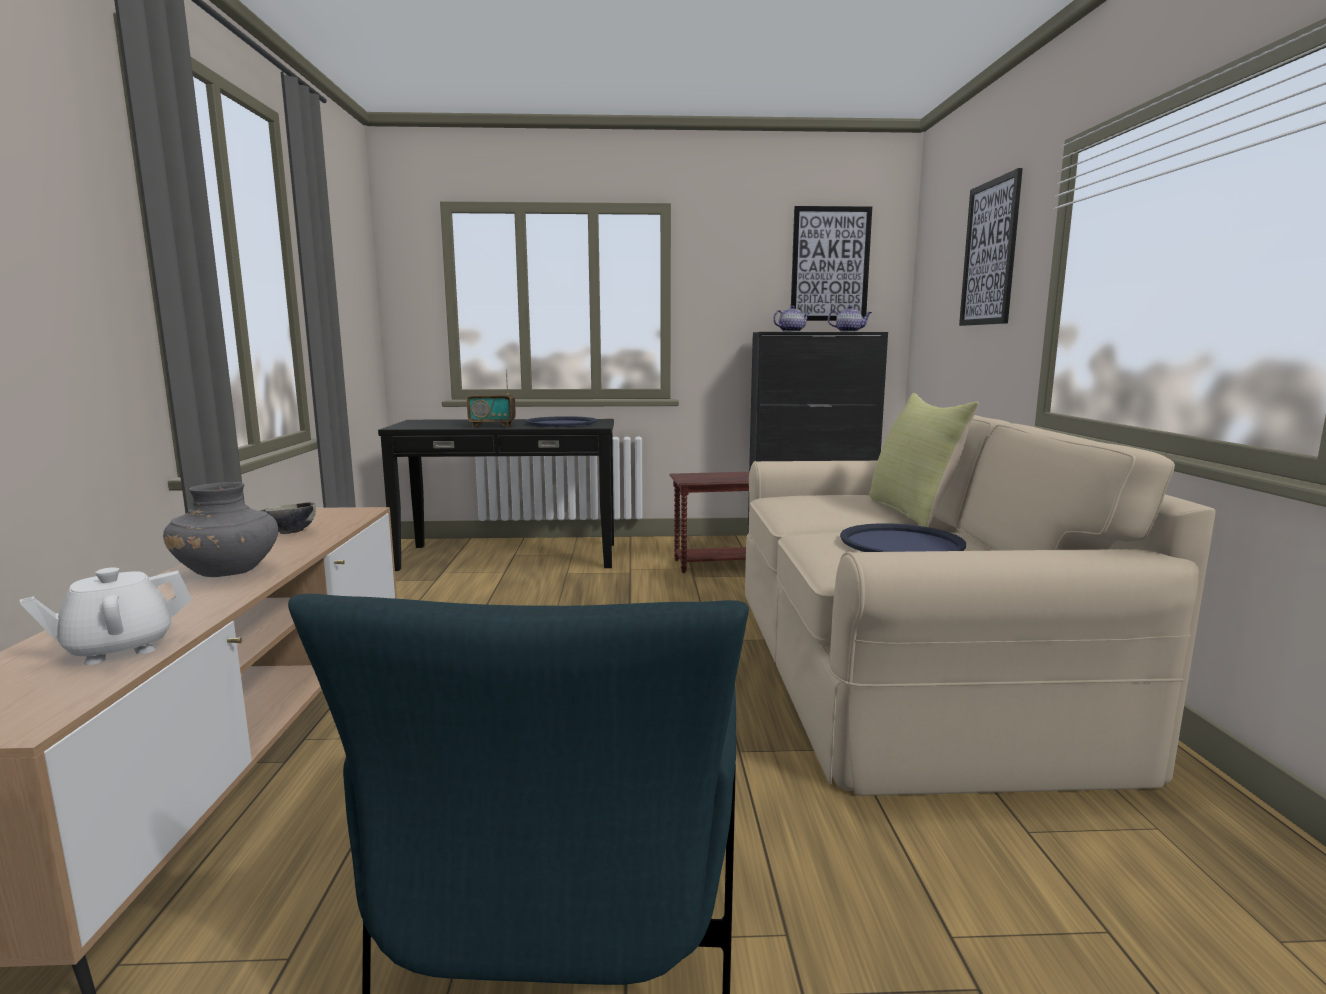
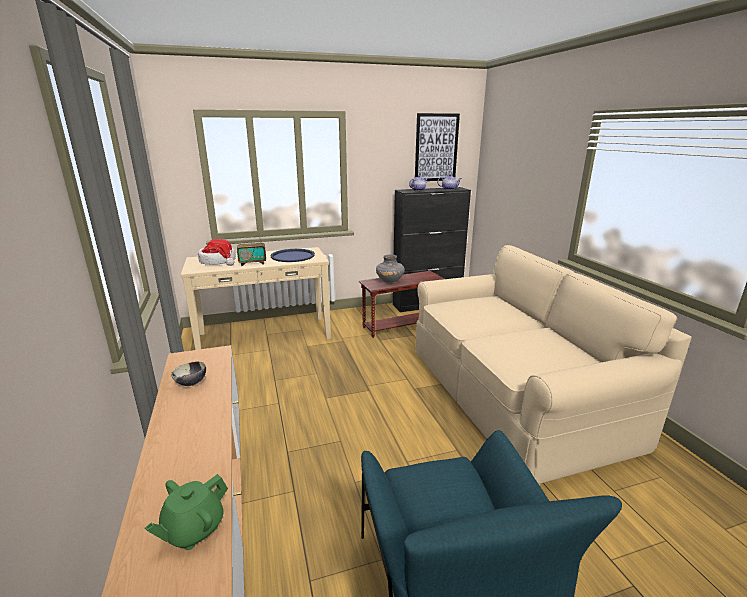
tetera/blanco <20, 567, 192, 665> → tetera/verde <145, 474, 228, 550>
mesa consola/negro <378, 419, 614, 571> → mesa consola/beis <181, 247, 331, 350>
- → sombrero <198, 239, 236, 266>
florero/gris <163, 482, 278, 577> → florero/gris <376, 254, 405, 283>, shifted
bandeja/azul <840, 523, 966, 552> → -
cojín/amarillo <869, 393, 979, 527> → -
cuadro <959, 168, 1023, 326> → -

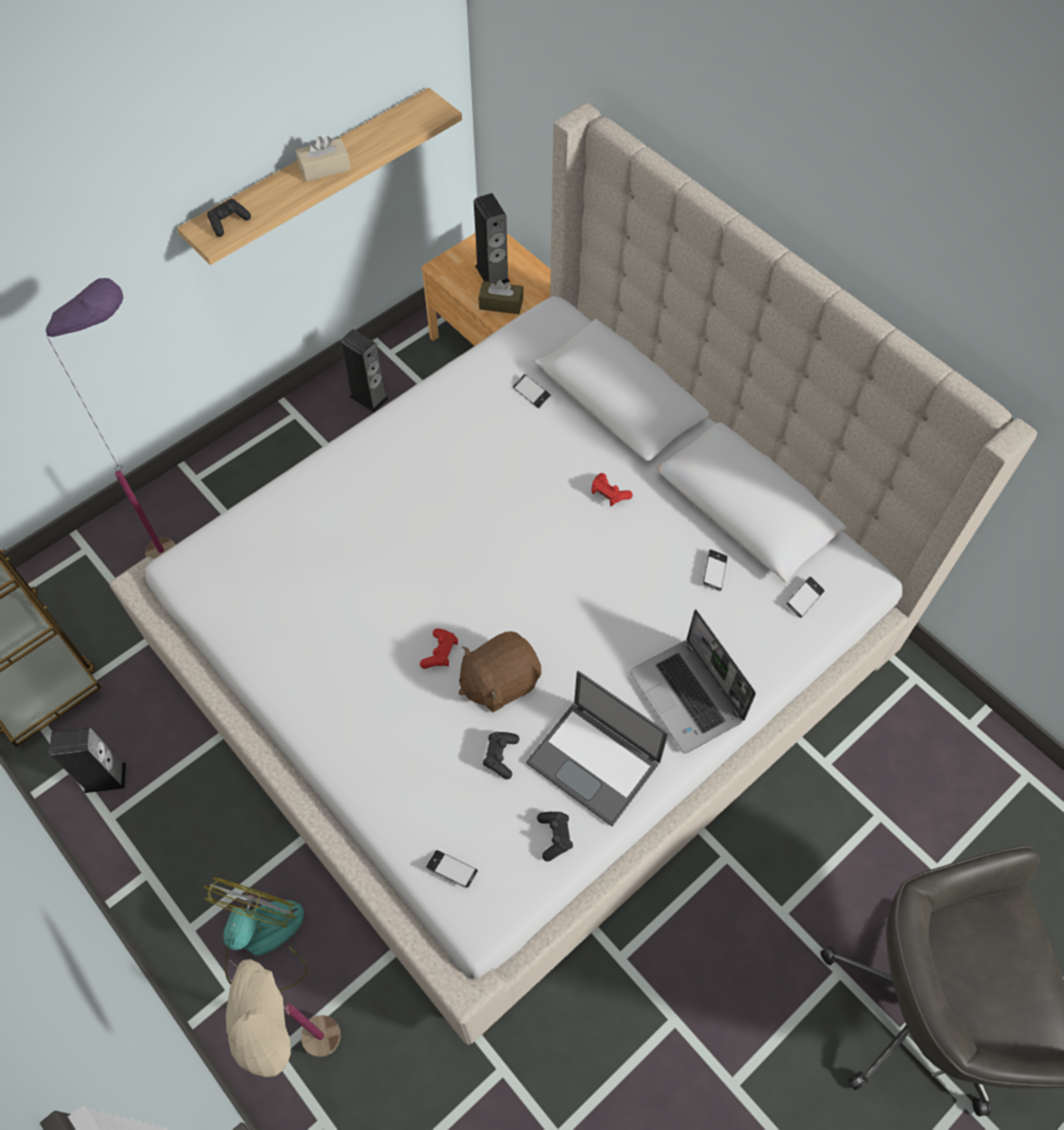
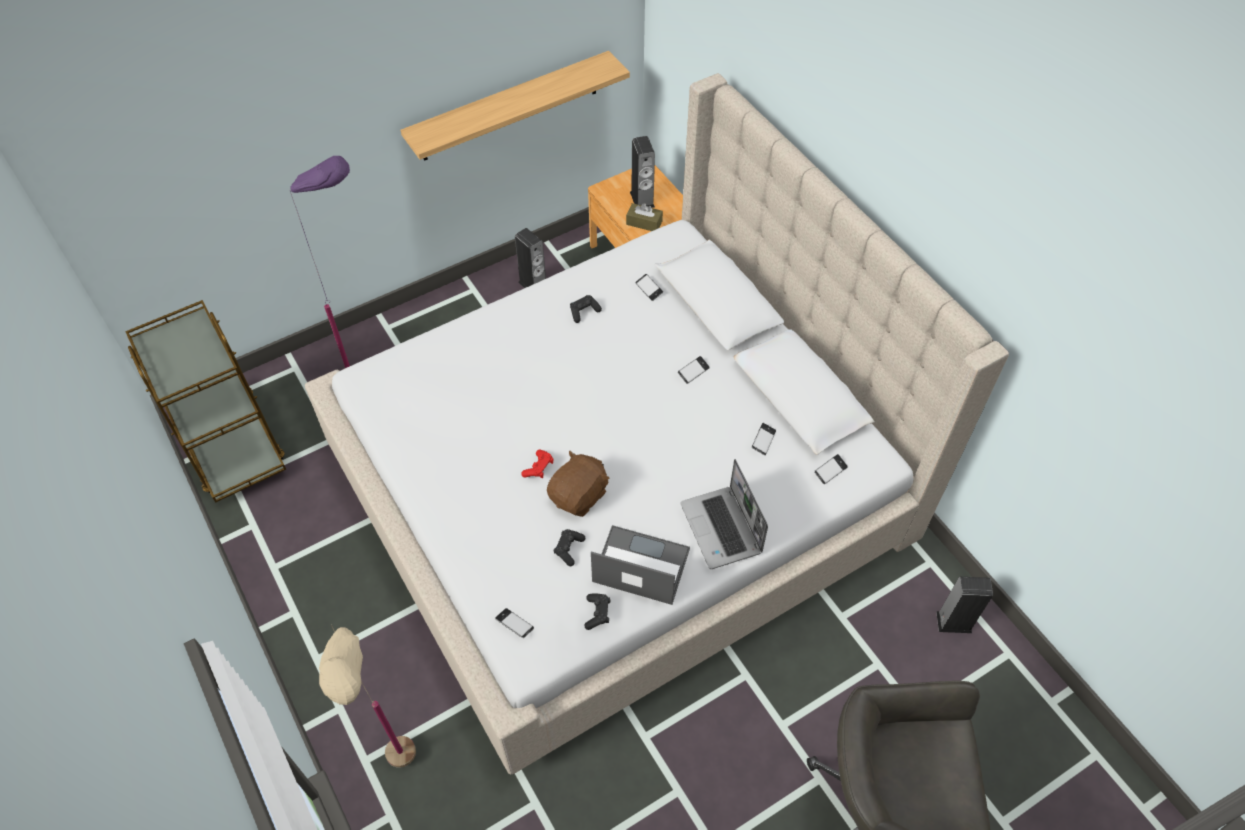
peluche/marrón <459, 631, 541, 712> → peluche/marrón <547, 450, 610, 517>, 150 degrees clockwise
mando de consola/negro <207, 199, 251, 237> → mando de consola/negro <570, 295, 602, 323>, shifted
portátil <526, 671, 668, 827> → portátil <591, 525, 690, 605>, 150 degrees clockwise
mando de consola/rojo <591, 473, 633, 506> → móvil <678, 356, 710, 384>
altavoz <50, 728, 126, 793> → altavoz <936, 577, 993, 633>, shifted
ventilador <203, 877, 308, 991> → -
caja de pañuelos/beis <296, 136, 351, 182> → -

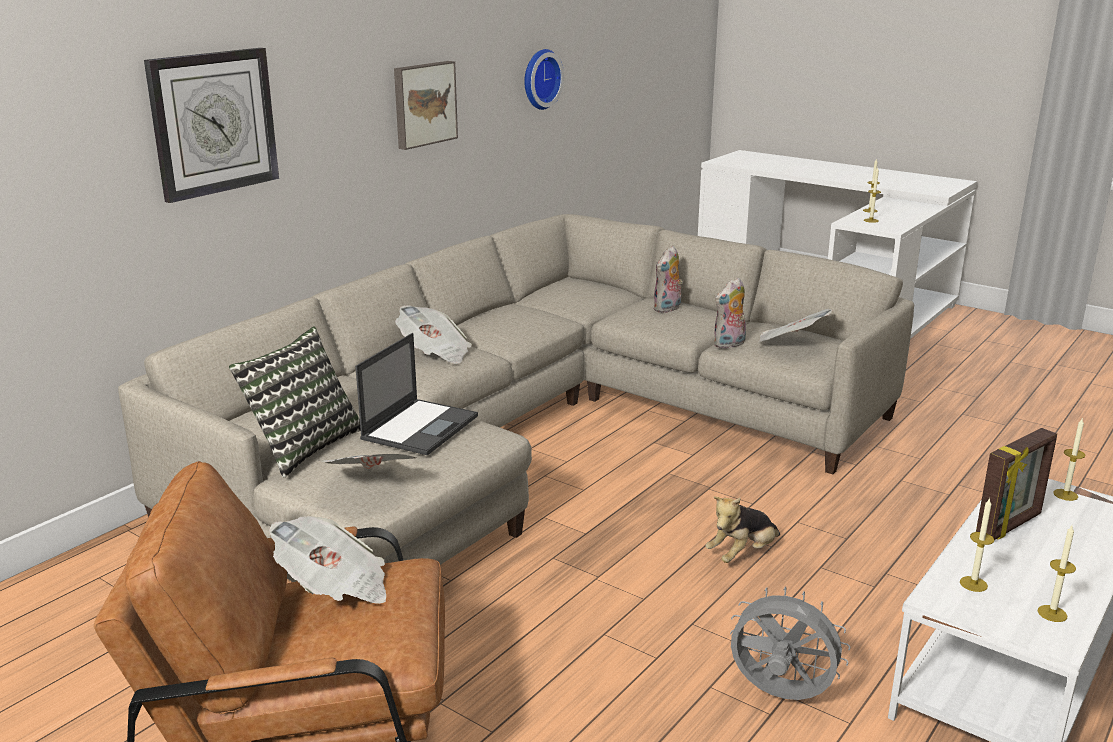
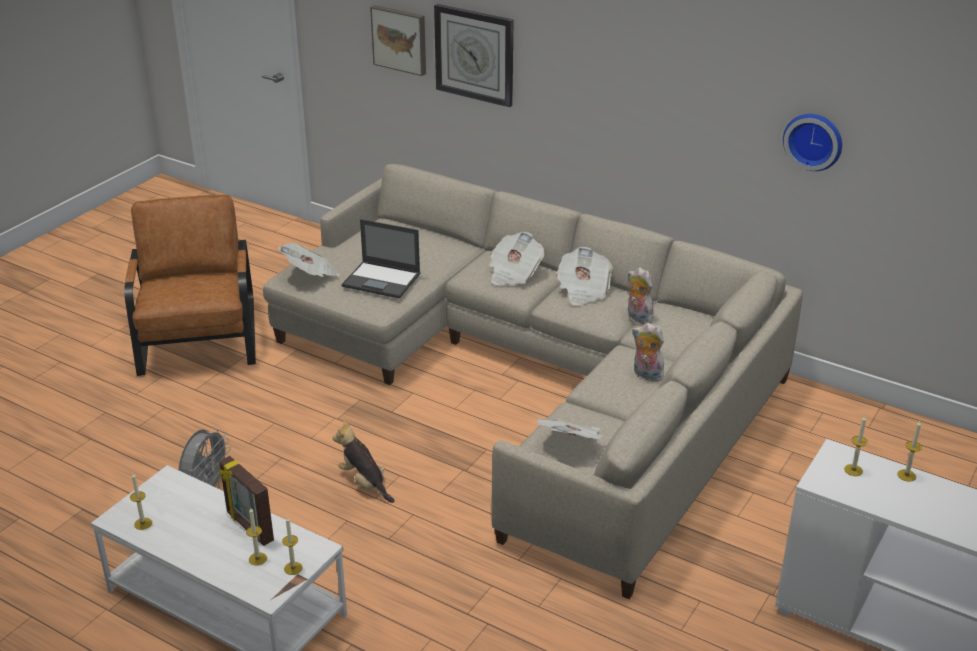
vela <960, 497, 994, 592> → vela <246, 508, 267, 566>, shifted
cuadro <394, 61, 458, 150> → cuadro <370, 5, 426, 76>, shifted
periódico <269, 516, 386, 604> → periódico <556, 247, 613, 306>, shifted
peluche <714, 278, 746, 349> → peluche <627, 268, 656, 324>, shifted
cojín <229, 326, 361, 477> → -

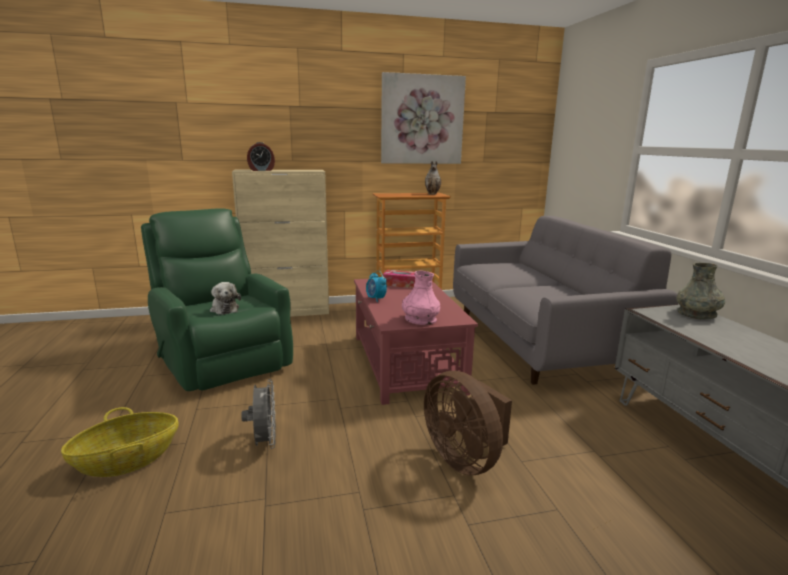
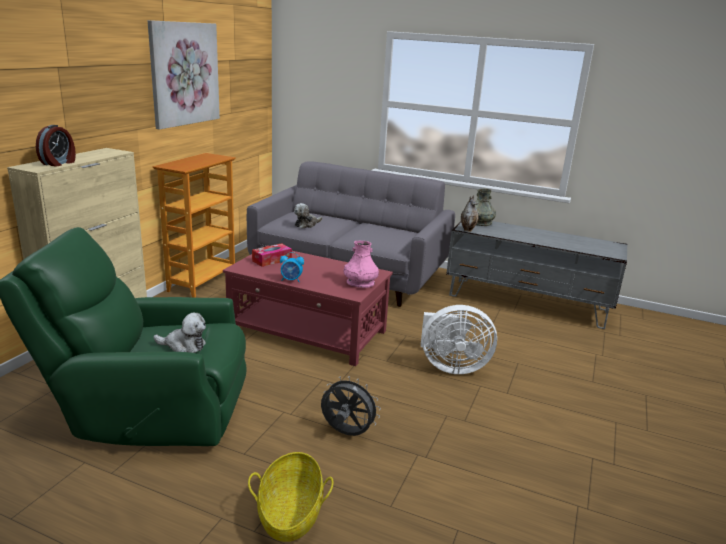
- → peluche <294, 203, 322, 229>
ventilador/marrón <424, 371, 512, 475> → ventilador/blanco <421, 305, 497, 374>
florero <425, 161, 441, 195> → florero <461, 196, 479, 232>, shifted

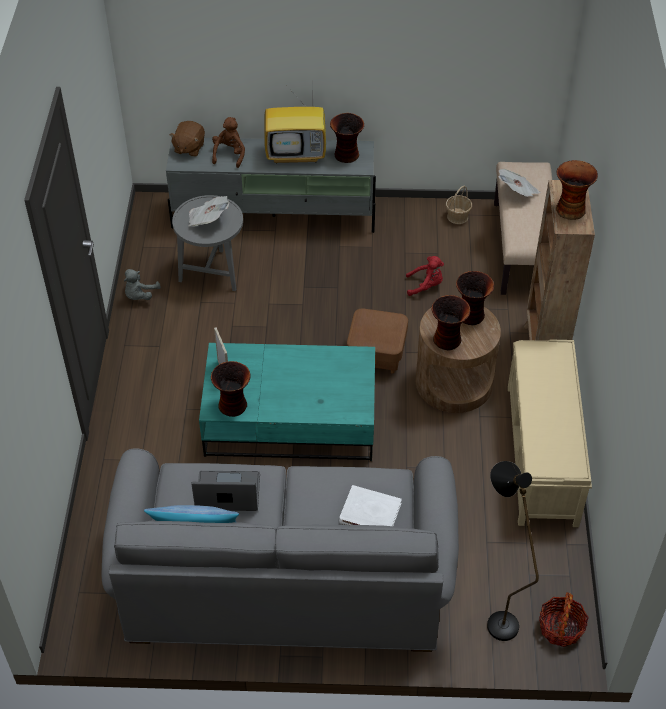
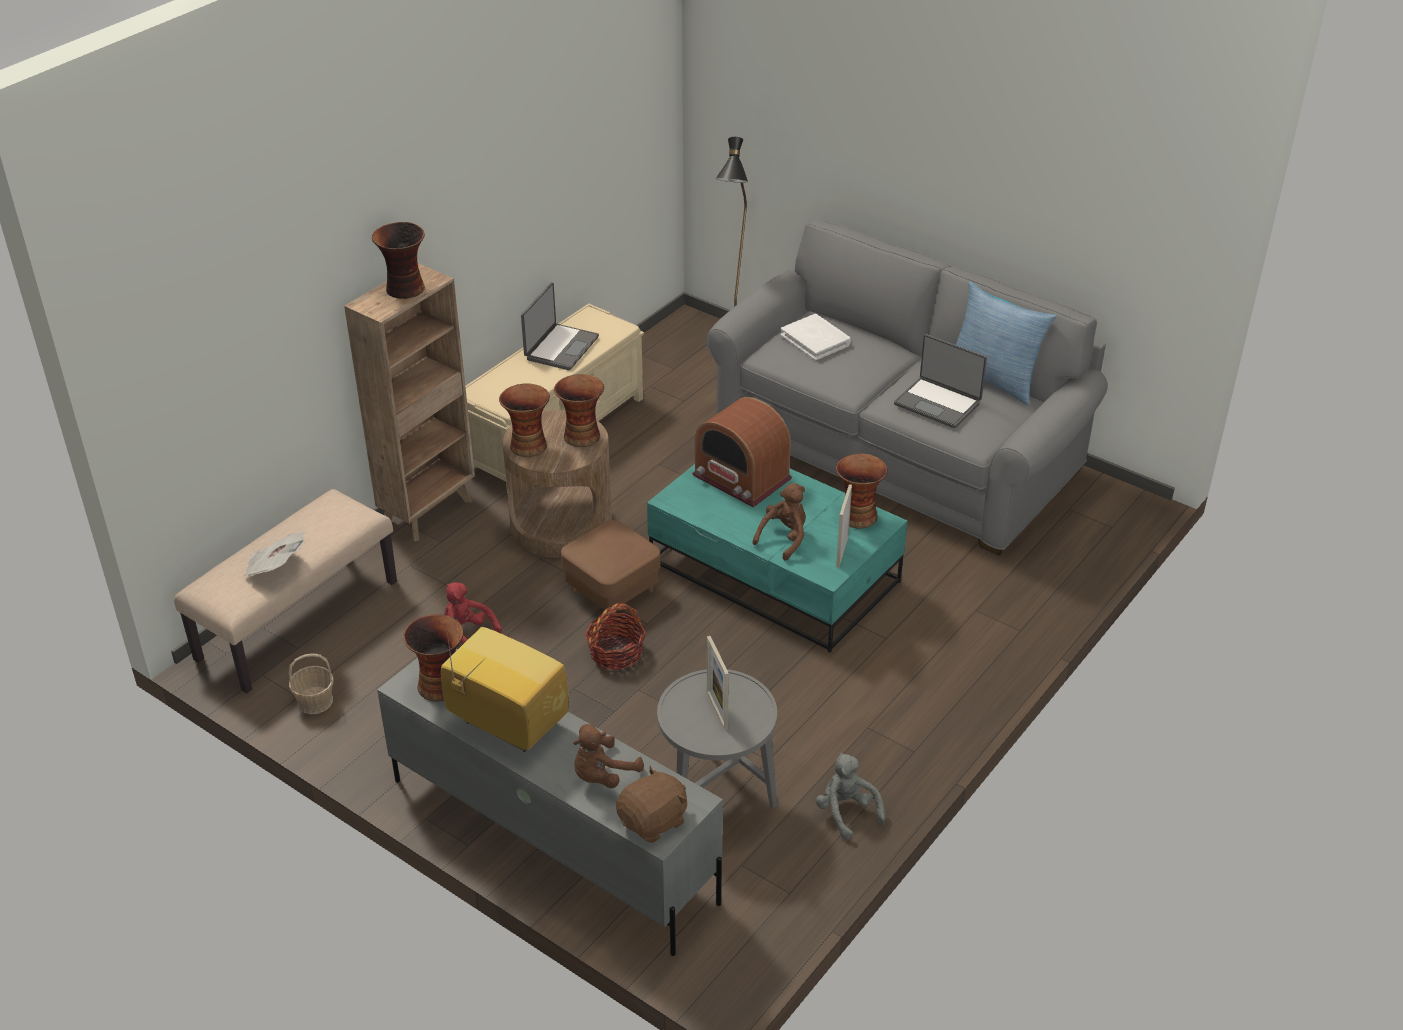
- → portátil <521, 282, 599, 370>
cesta <539, 592, 589, 647> → cesta <585, 603, 646, 670>, shifted
- → radio <692, 397, 792, 507>
periódico <188, 196, 229, 226> → portarretratos <707, 636, 729, 729>
- → peluche/marrón <753, 483, 806, 561>
peluche/gris <124, 269, 161, 300> → peluche/gris <815, 753, 885, 840>, 90 degrees counterclockwise

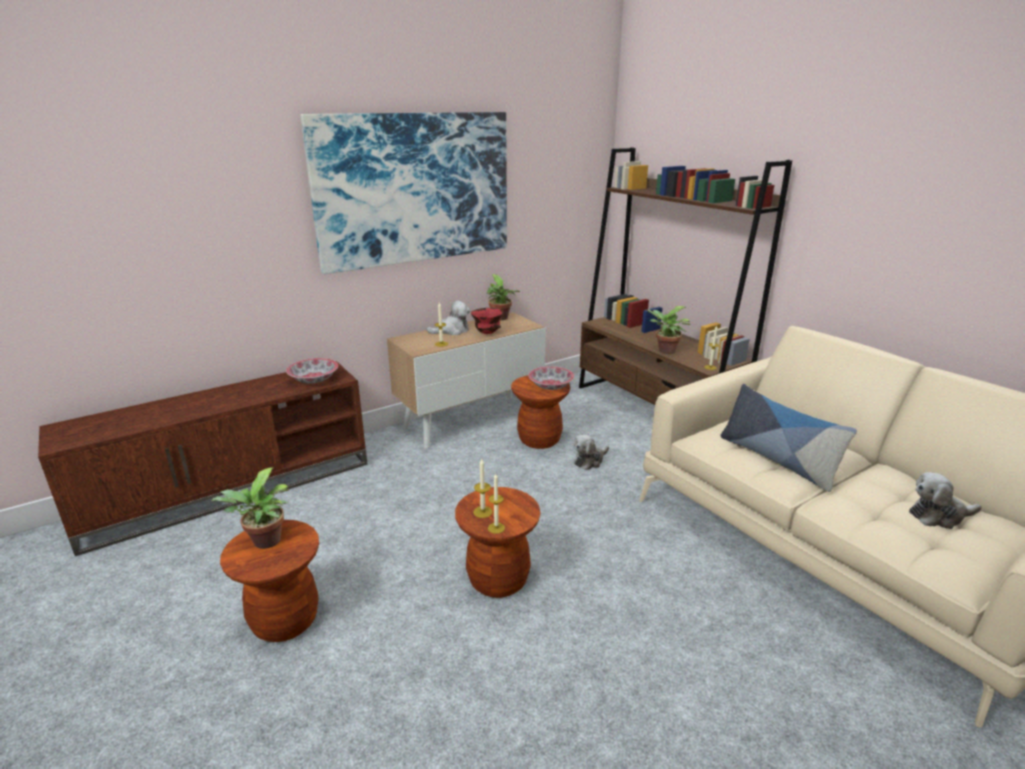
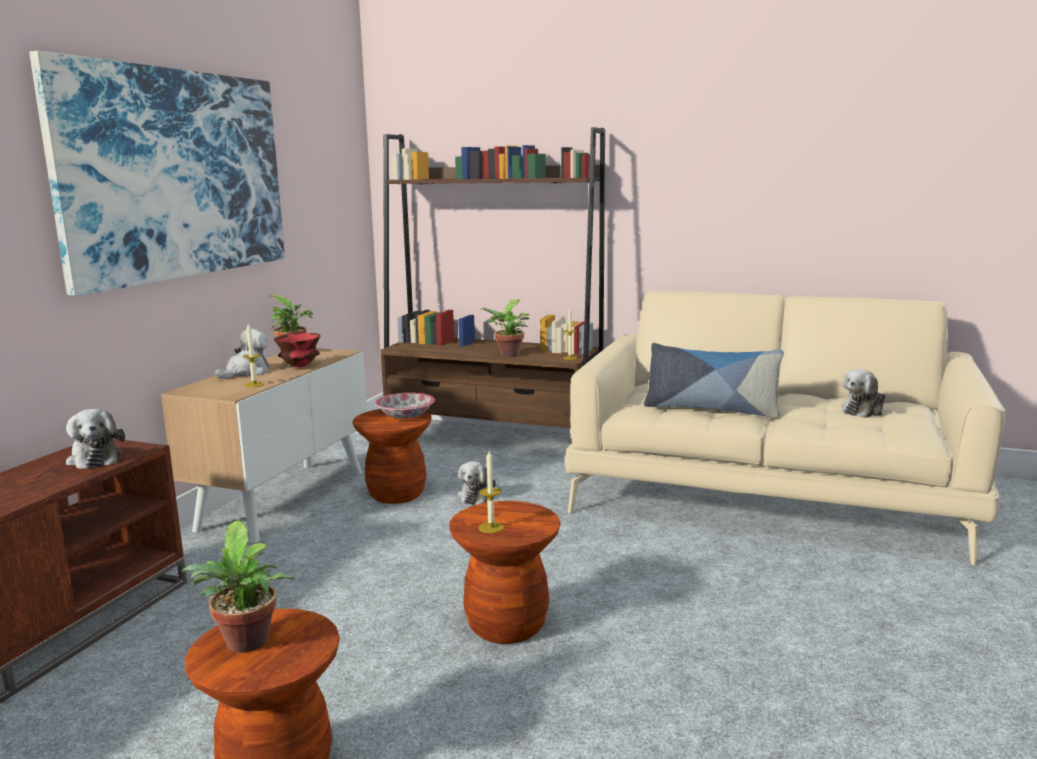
cuenco <286, 358, 338, 383> → peluche <66, 409, 125, 469>
vela <488, 474, 505, 534> → -

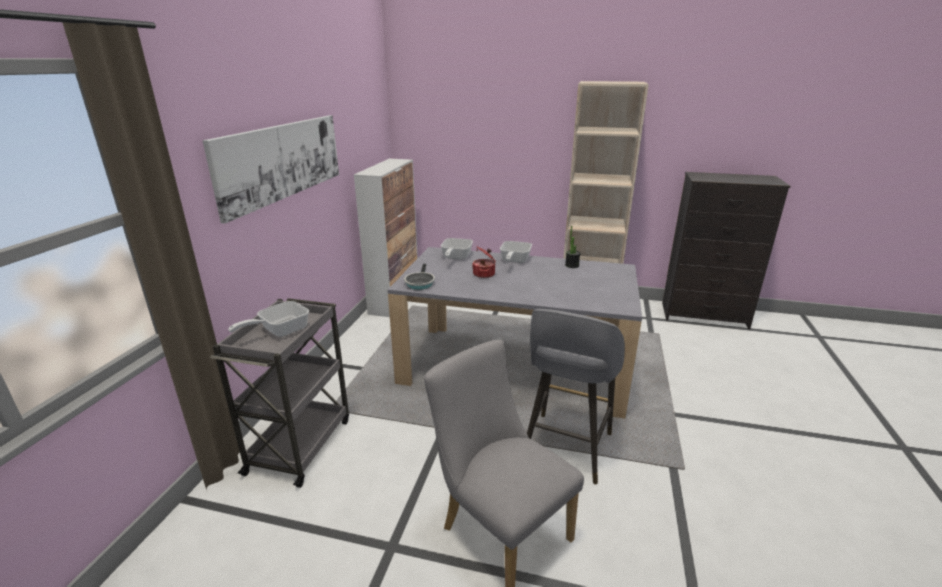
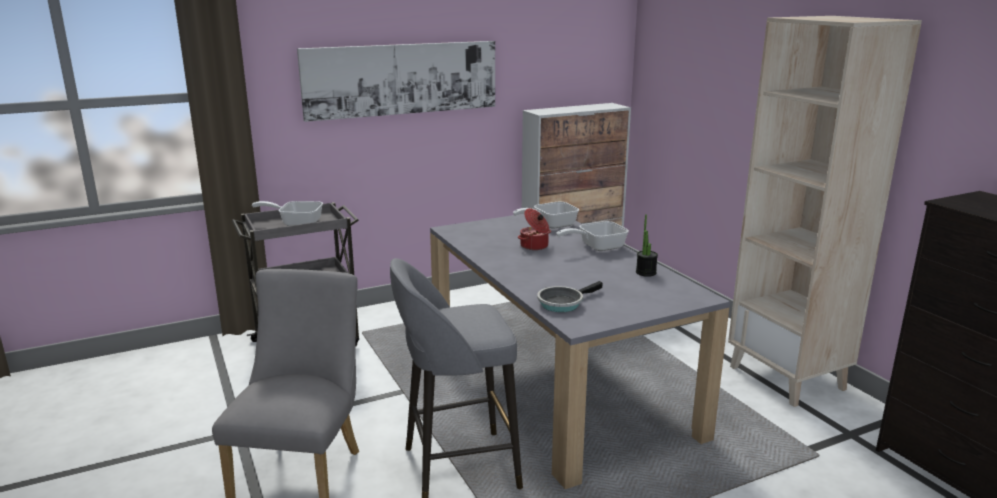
sartén <404, 264, 435, 290> → sartén <537, 281, 603, 312>, shifted

